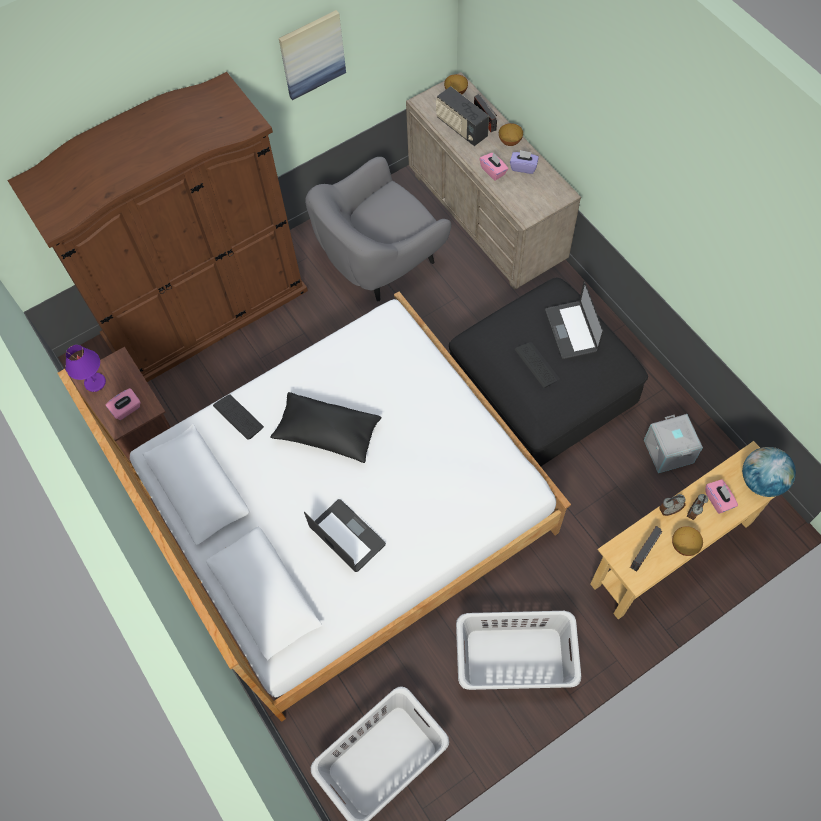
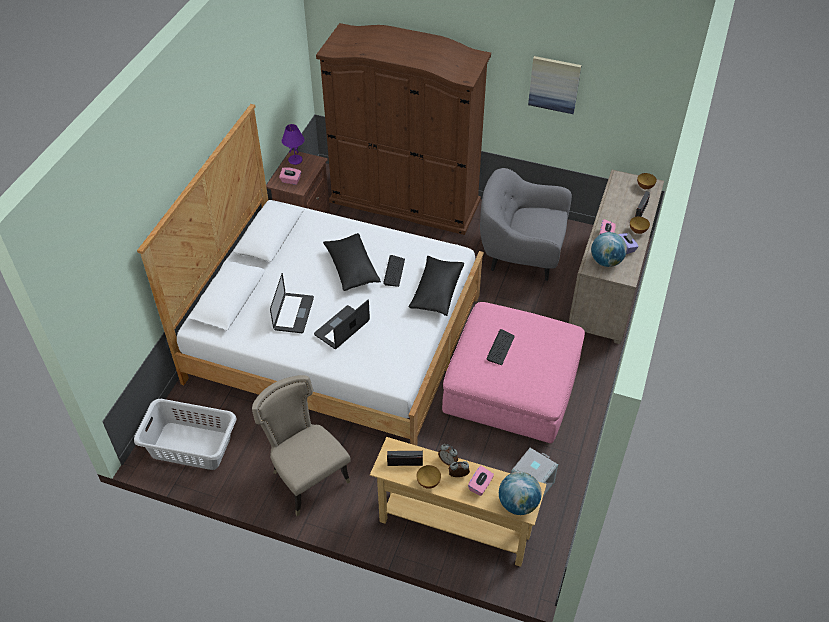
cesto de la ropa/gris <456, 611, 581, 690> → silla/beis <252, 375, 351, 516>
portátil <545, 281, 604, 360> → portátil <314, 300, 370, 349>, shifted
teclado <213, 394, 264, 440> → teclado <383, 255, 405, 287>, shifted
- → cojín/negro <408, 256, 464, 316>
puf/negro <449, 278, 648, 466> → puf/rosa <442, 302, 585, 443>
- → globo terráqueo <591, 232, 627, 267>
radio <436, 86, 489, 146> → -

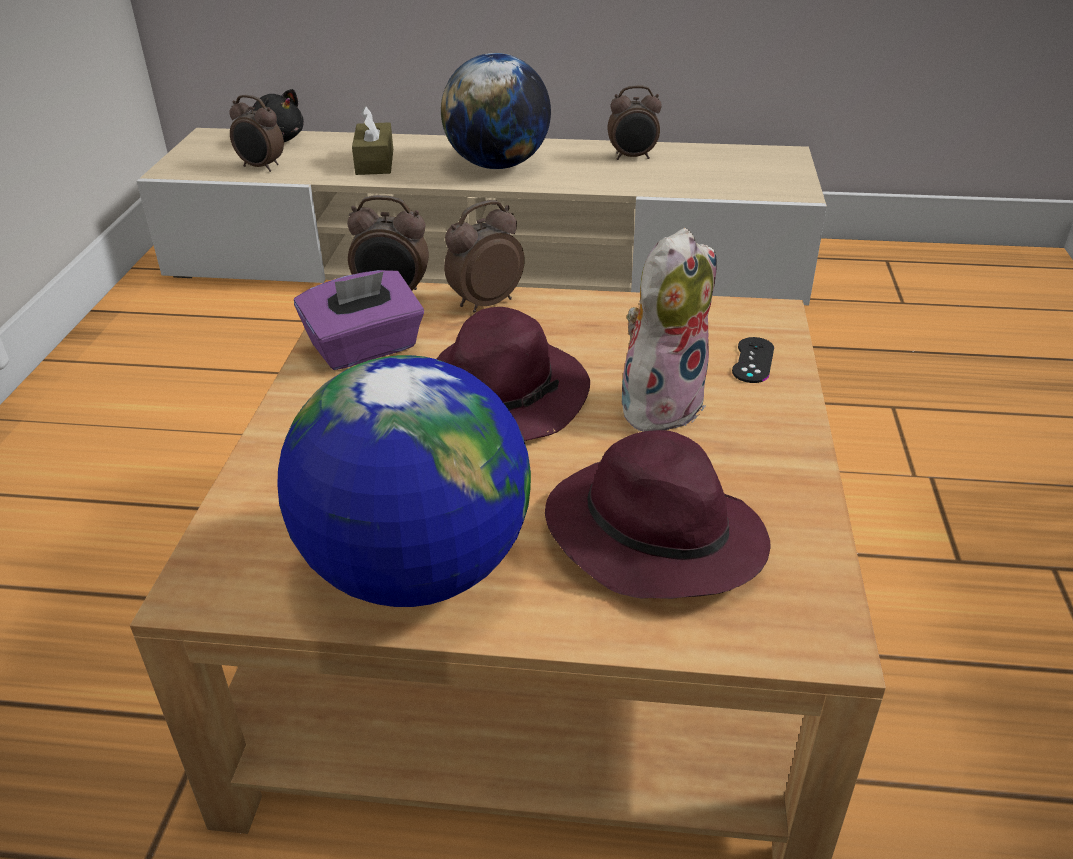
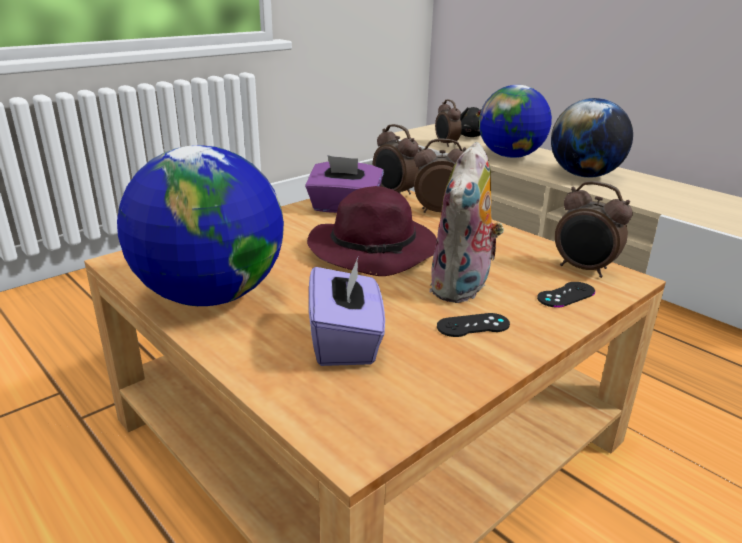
sombrero/morado <545, 430, 771, 599> → caja de pañuelos/morado <309, 258, 385, 366>
peluche <622, 228, 717, 432> → peluche <429, 142, 504, 303>, 120 degrees clockwise
- → mando de consola/negro <437, 313, 510, 337>
caja de pañuelos/marrón <352, 106, 393, 175> → globo terráqueo <479, 85, 552, 158>
despertador <608, 85, 662, 160> → despertador <555, 181, 633, 278>, shifted

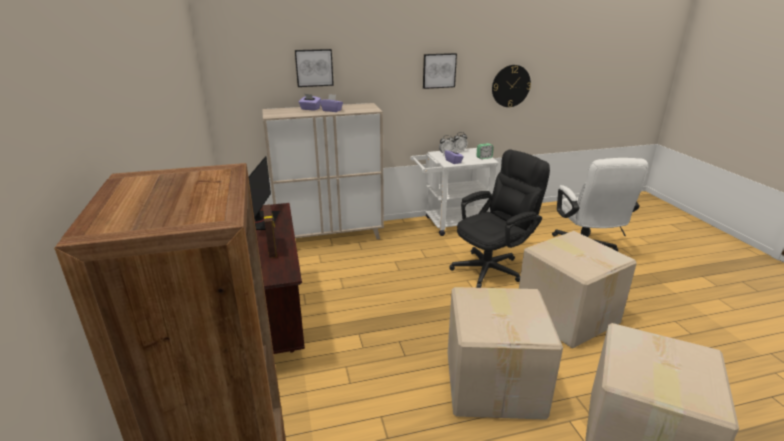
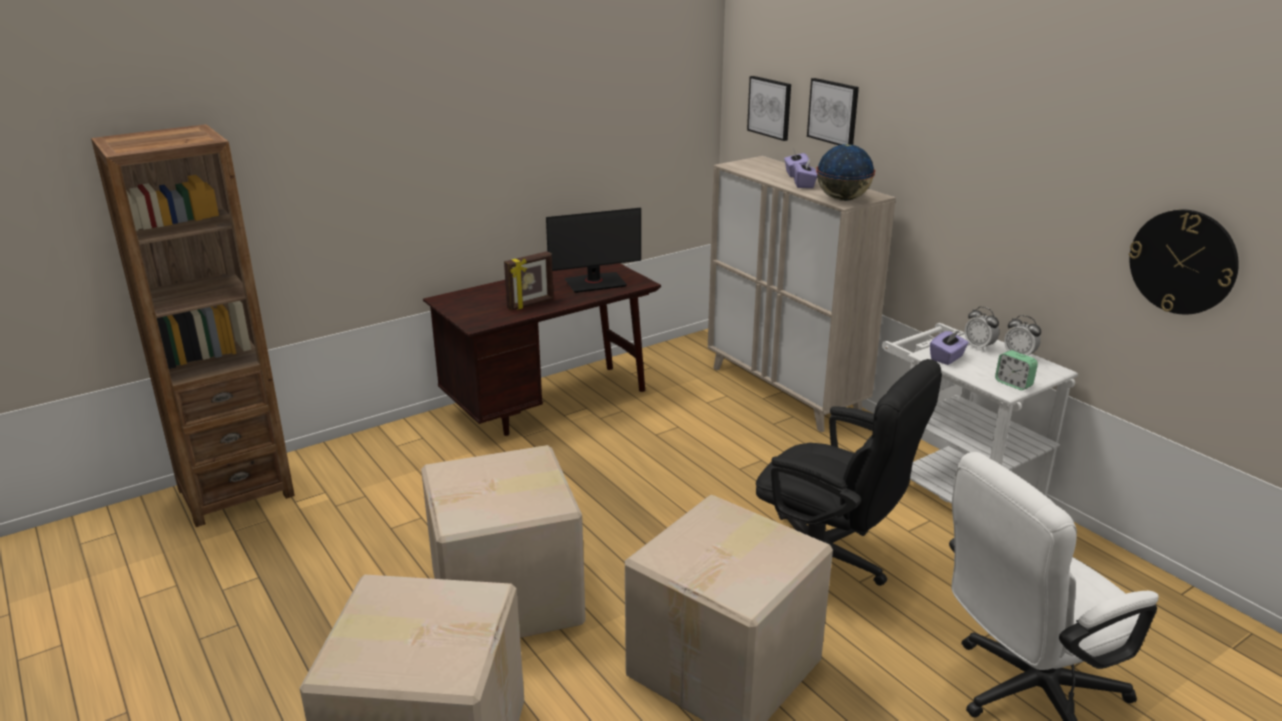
cuadro <423, 53, 457, 89> → cuadro <747, 76, 791, 141>, shifted
- → globo terráqueo <816, 144, 875, 201>

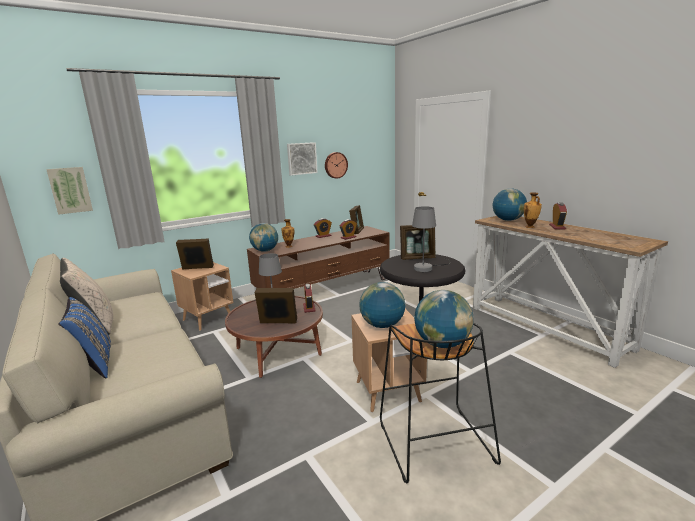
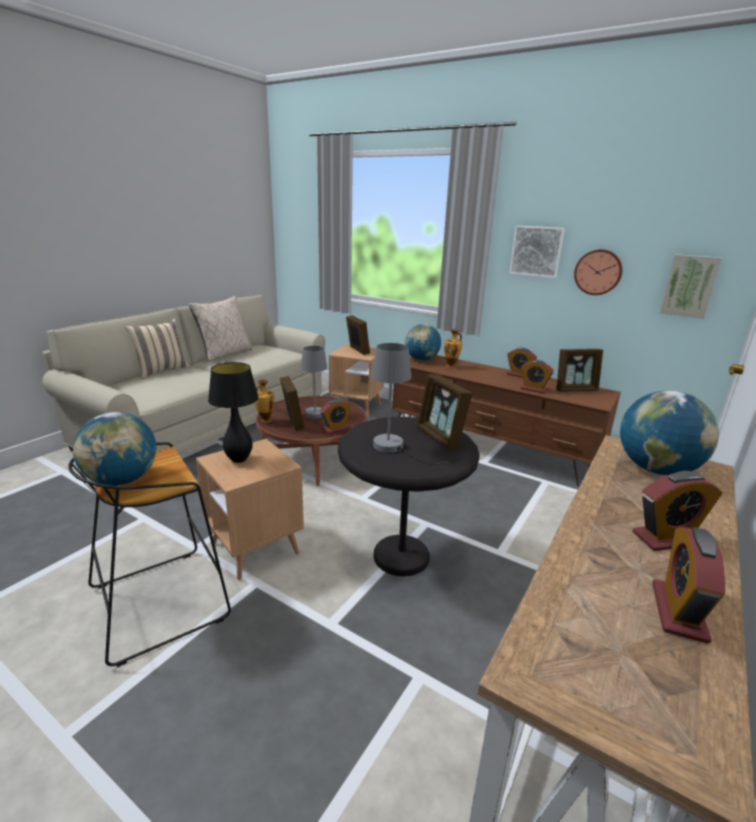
cojín/azul <58, 297, 111, 378> → cojín/beis <125, 318, 190, 379>
globo terráqueo <359, 282, 405, 328> → lámpara de mesa/negro <208, 362, 259, 463>
florero <524, 192, 542, 228> → florero <255, 380, 274, 423>, shifted
- → despertador <652, 526, 725, 644>
cuadro <46, 167, 93, 215> → cuadro <660, 254, 722, 319>, shifted

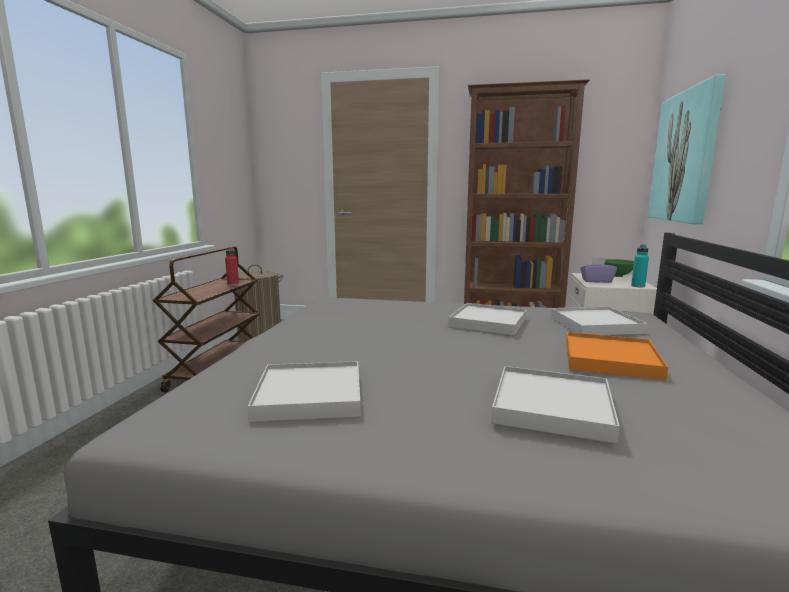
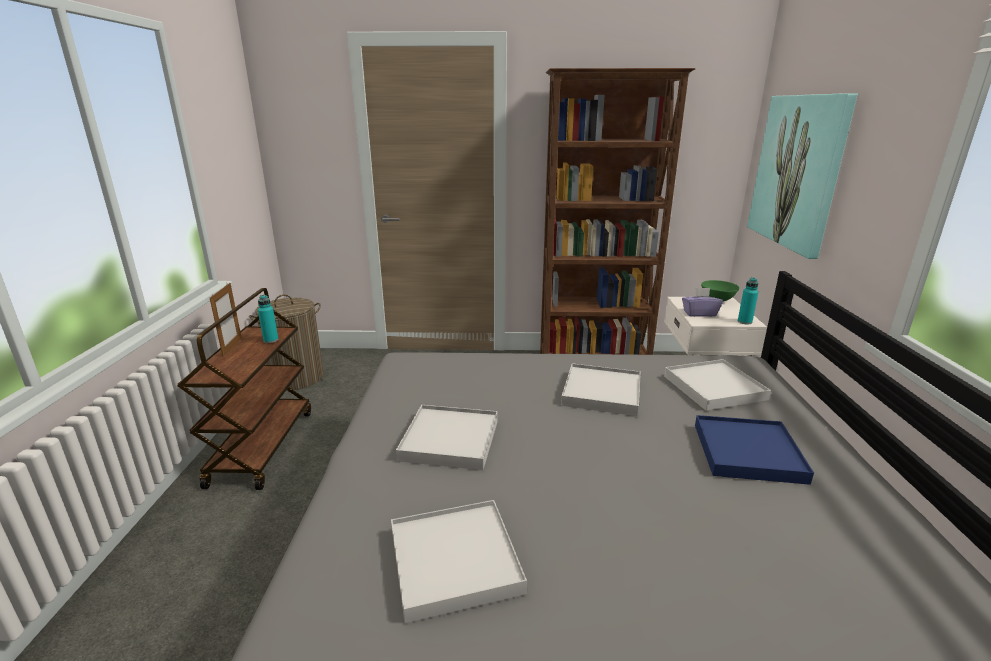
- → portarretratos <210, 283, 242, 357>
botella/rojo <225, 247, 239, 285> → botella/turquesa <258, 295, 278, 343>
bandeja/blanco <491, 366, 620, 443> → bandeja/blanco <396, 405, 498, 470>, shifted
bandeja/naranja <566, 332, 668, 380> → bandeja/azul <695, 415, 814, 485>

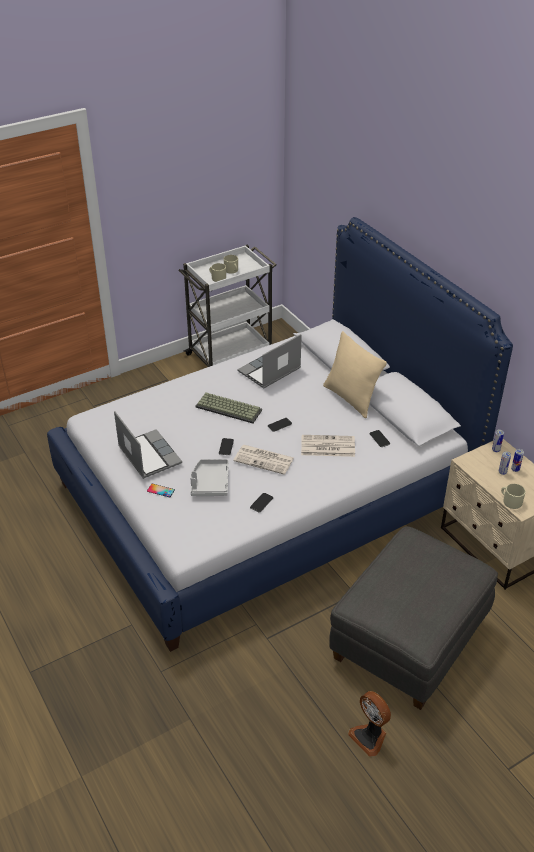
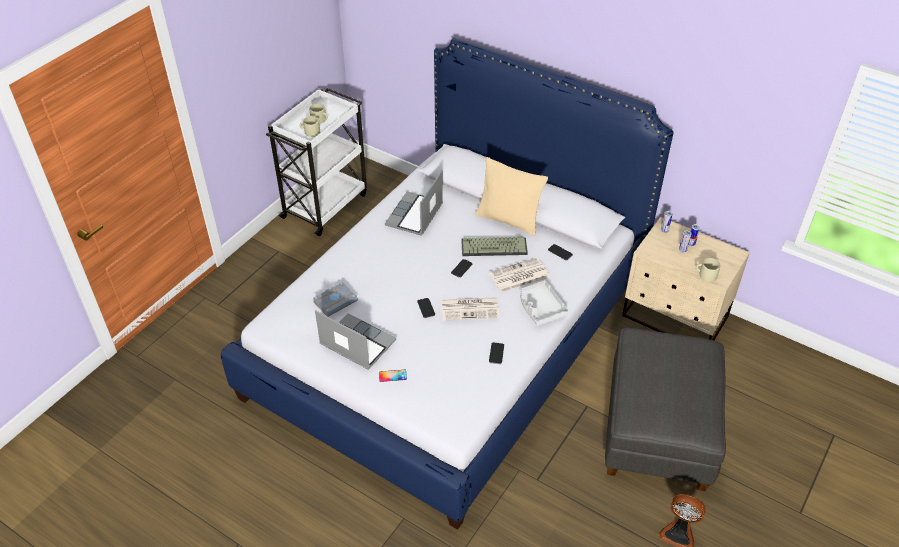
- → libro/gris <313, 282, 358, 317>
teclado <195, 393, 262, 423> → teclado <461, 237, 528, 256>, shifted
bandeja/gris <190, 459, 229, 496> → bandeja/gris <520, 280, 569, 326>, shifted

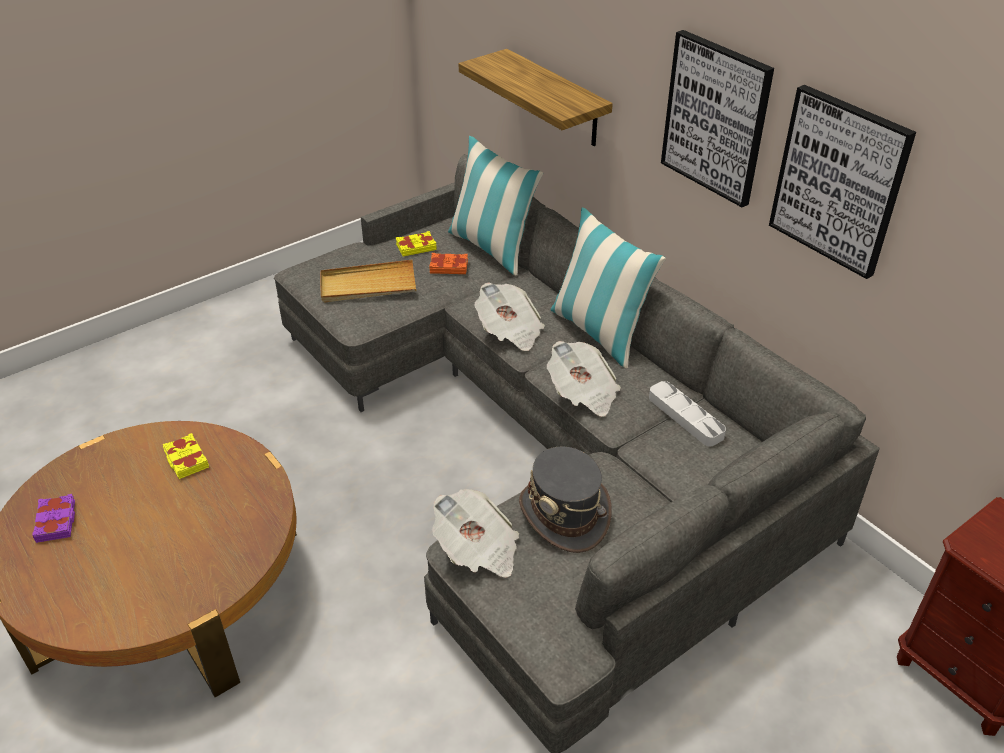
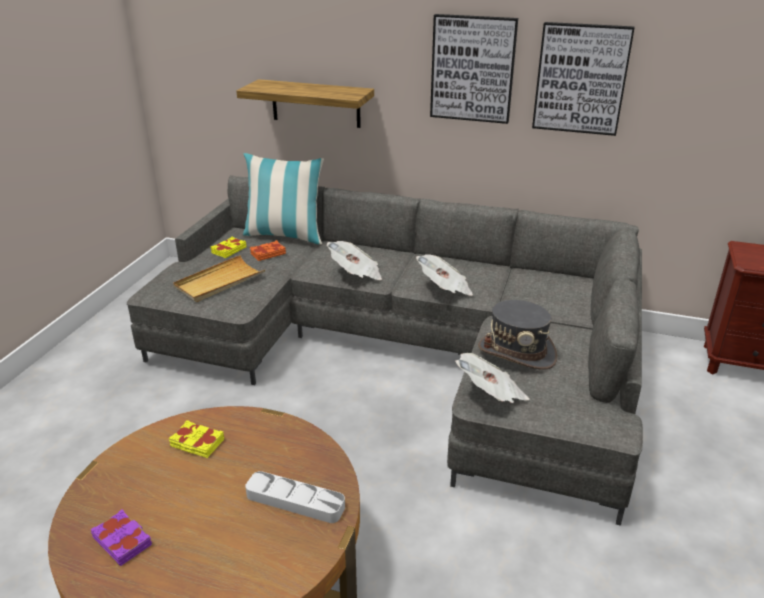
bandeja/gris <649, 381, 726, 447> → bandeja/gris <245, 471, 345, 523>, shifted
cojín <550, 207, 666, 368> → -

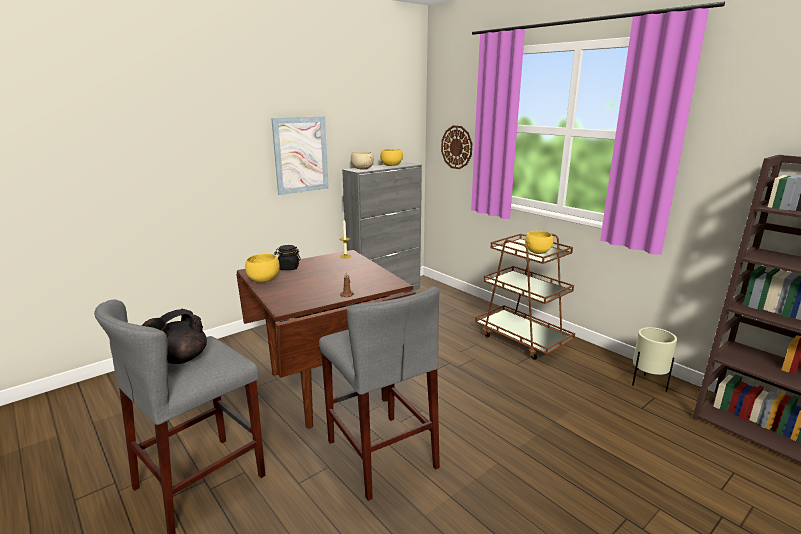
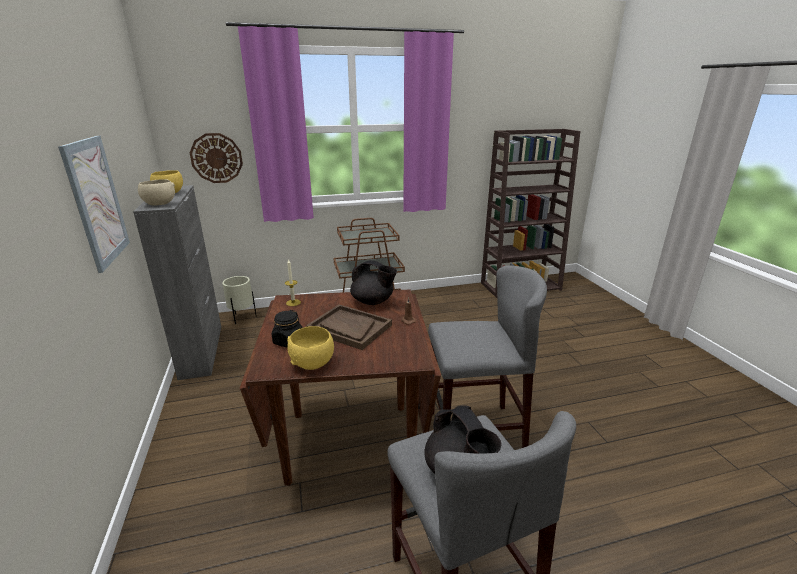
maceta/beis <632, 327, 677, 392> → maceta/beis <222, 276, 257, 324>, shifted
- → bandeja/marrón <306, 304, 392, 350>
- → tetera/negro <350, 260, 397, 305>
cuenco/amarillo <525, 231, 553, 254> → -

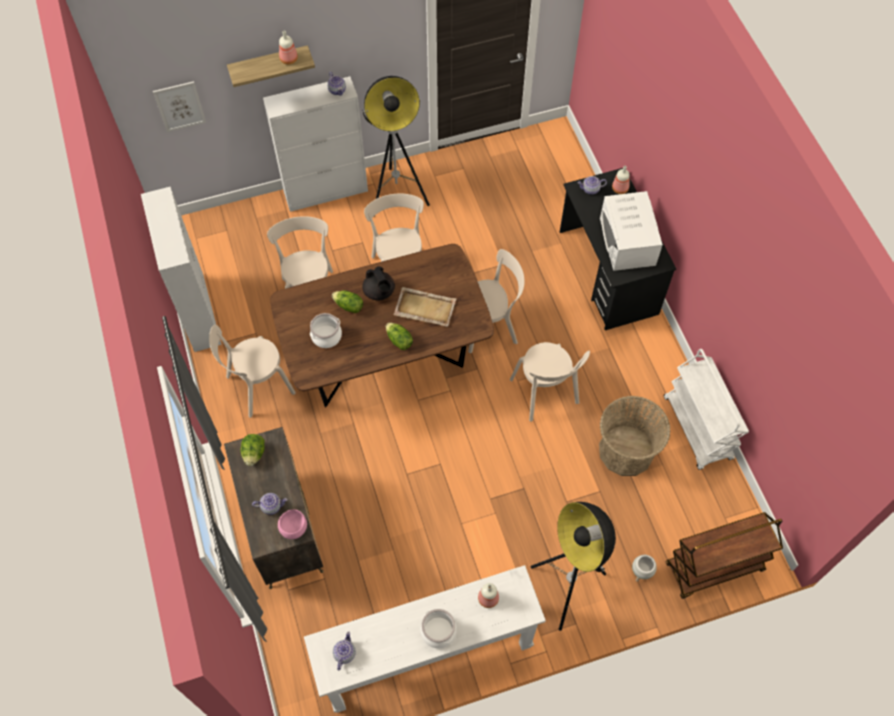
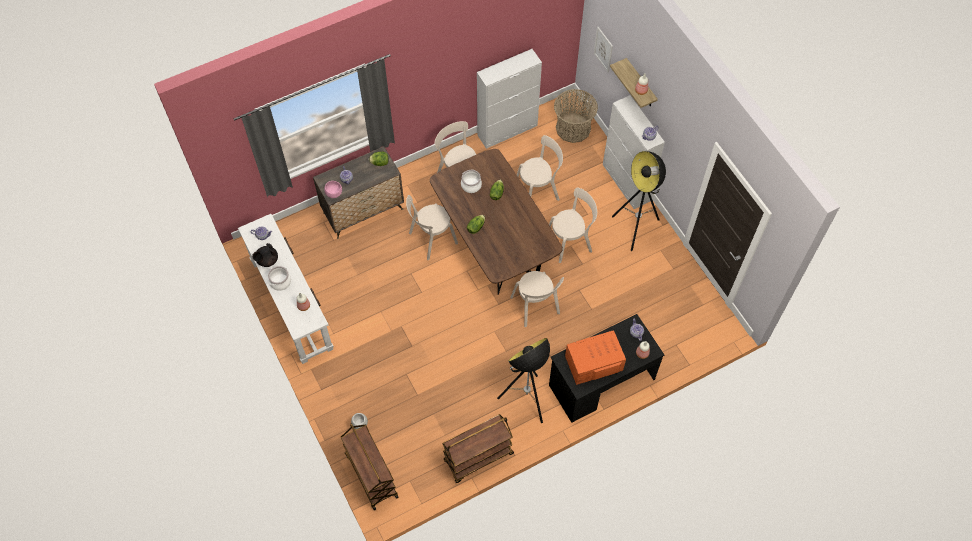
tetera/negro <362, 266, 395, 301> → tetera/negro <252, 243, 278, 267>, shifted
silla/beis <510, 342, 590, 422> → silla/beis <406, 195, 458, 260>, shifted
carrito/blanco <664, 349, 749, 470> → carrito/marrón <442, 414, 514, 483>
lámpara de pie <531, 502, 616, 631> → lámpara de pie <497, 338, 550, 423>, shifted
cesta <599, 396, 671, 476> → cesta <554, 89, 598, 143>, shifted
microondas/blanco <600, 191, 663, 271> → microondas/naranja <565, 330, 626, 385>
bandeja/beis <393, 287, 456, 327> → -

